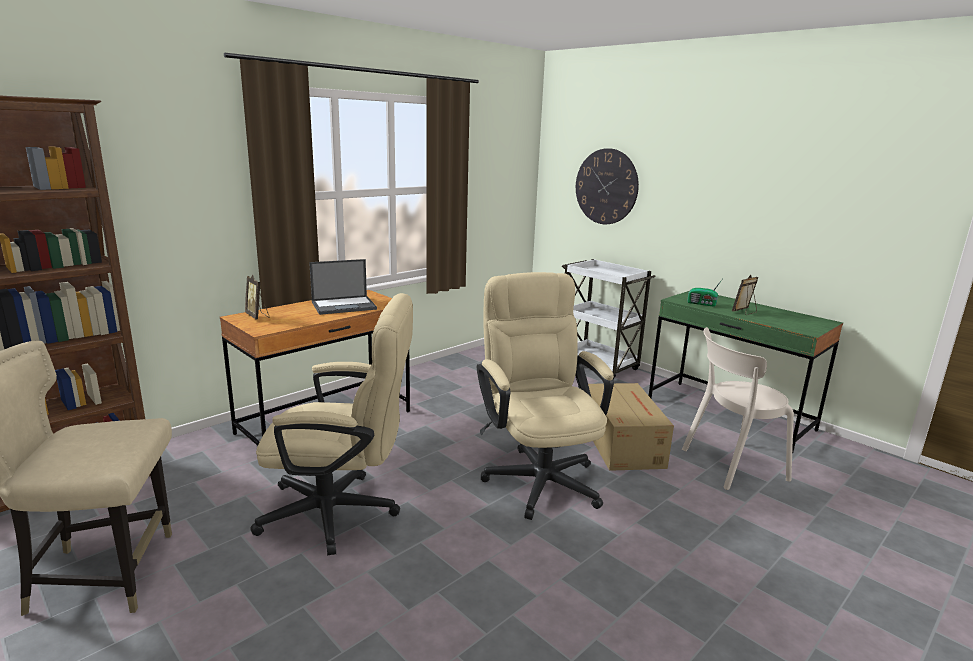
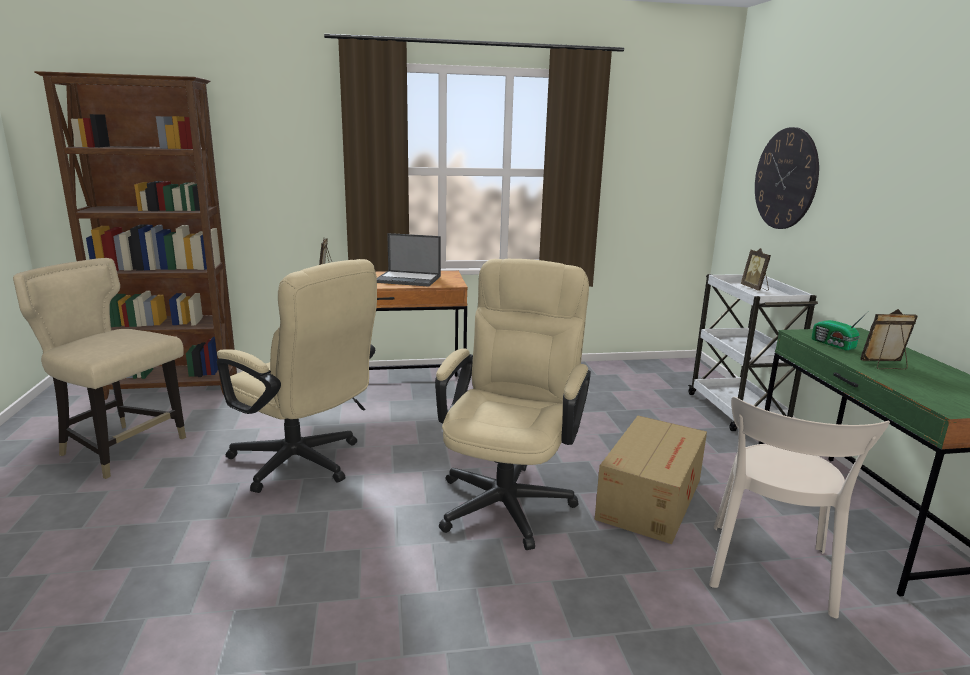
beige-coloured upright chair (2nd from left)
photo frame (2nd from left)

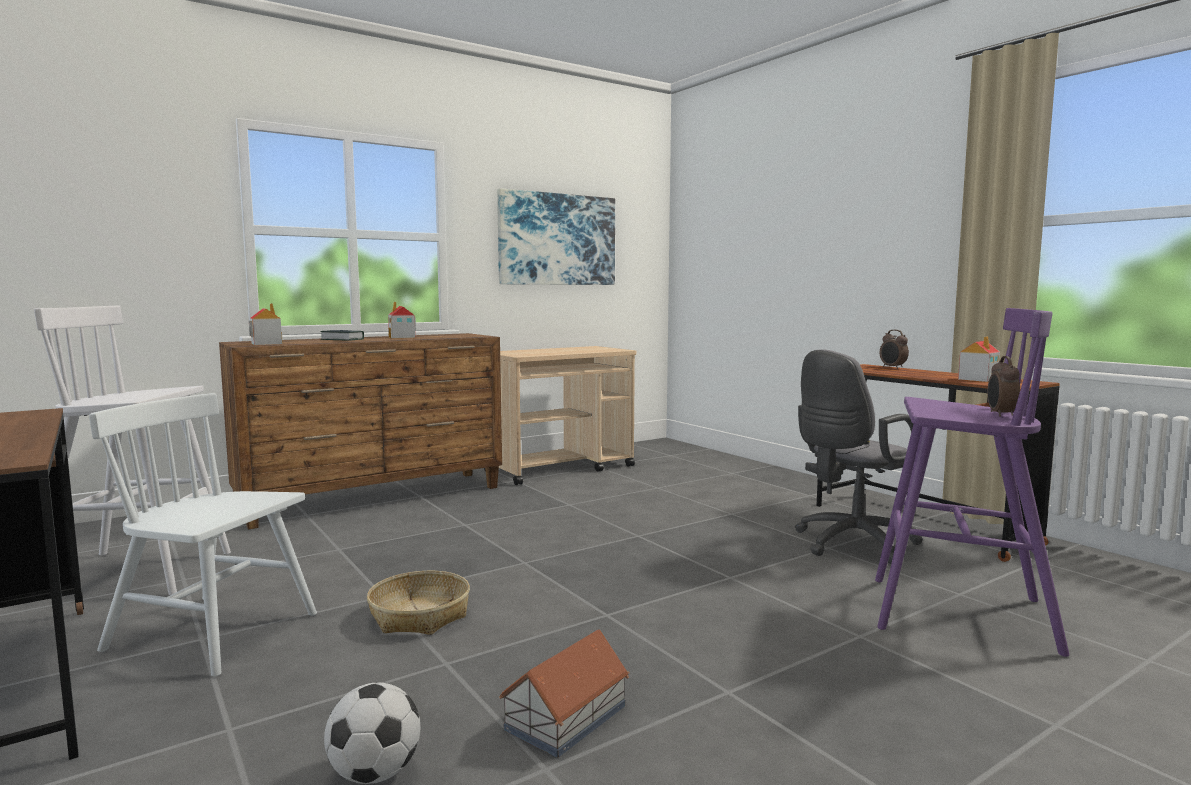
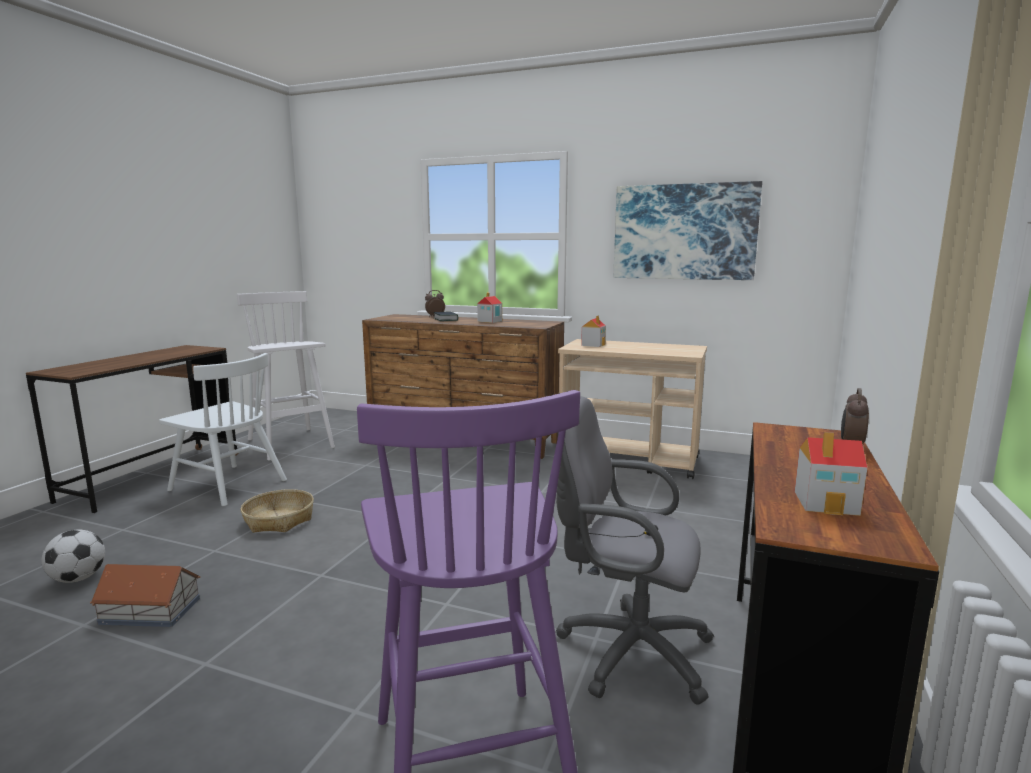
white-coloured upright chair
table clock (1st from left)
miniature house (3rd from left)

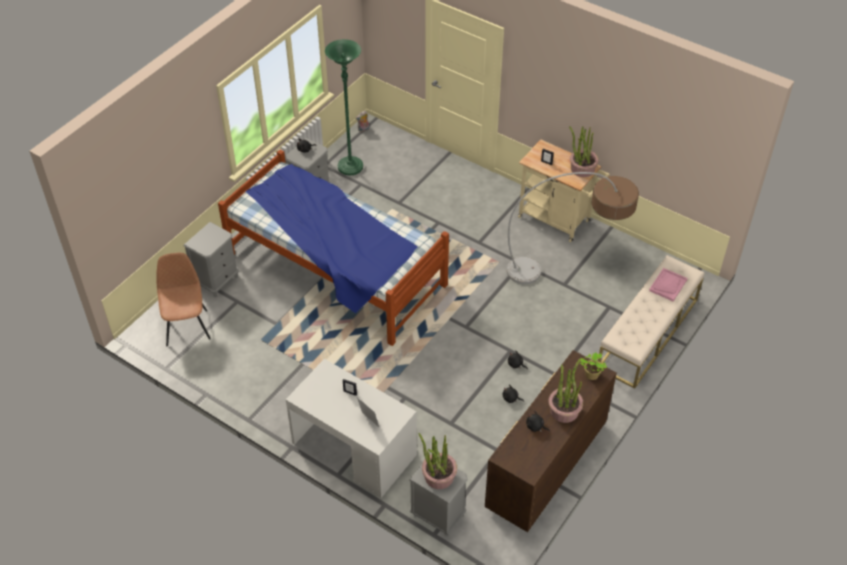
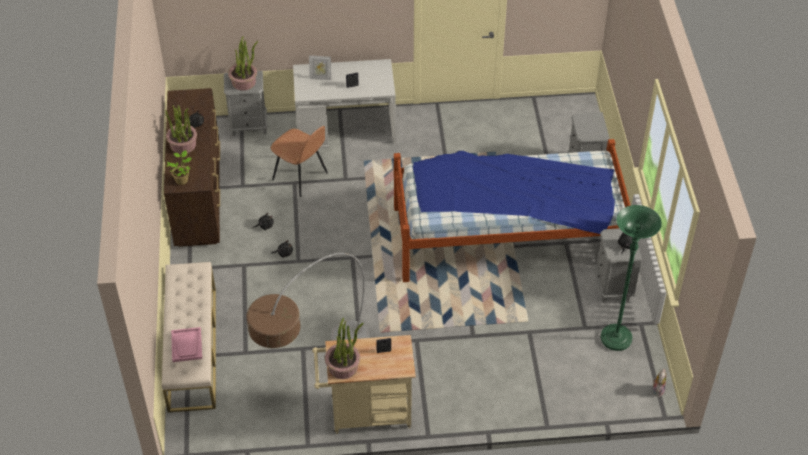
brownish upright chair

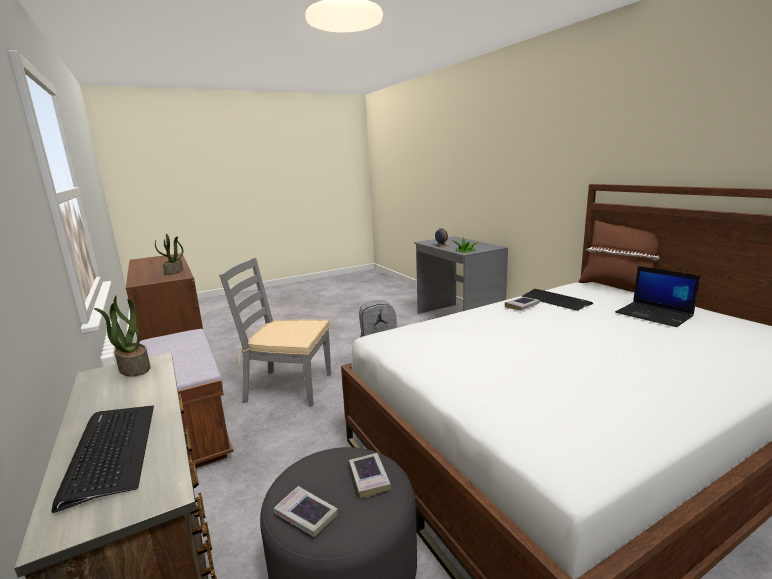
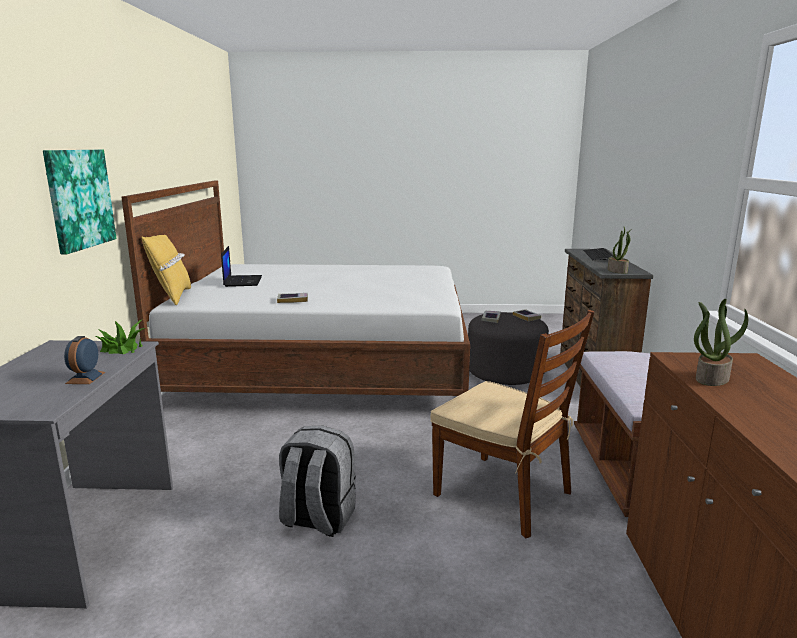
picture
yellow-coloured pillow
brownish upright chair
PC keyboard (2nd from left in the first image)

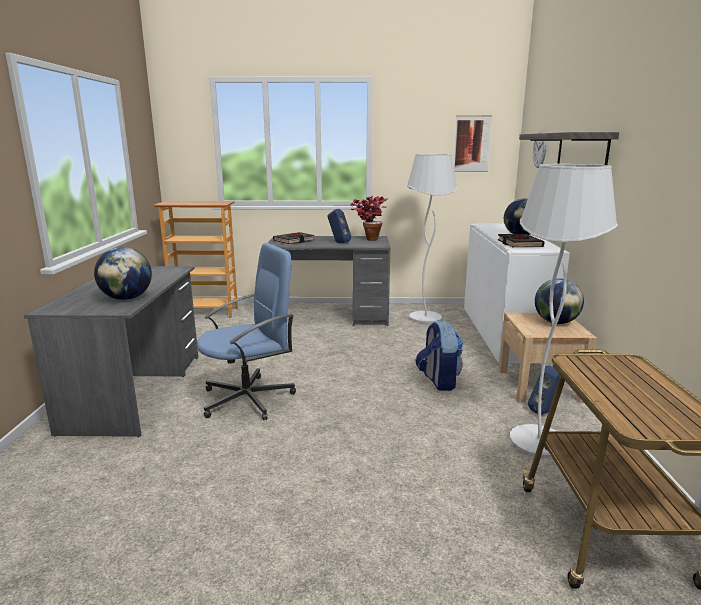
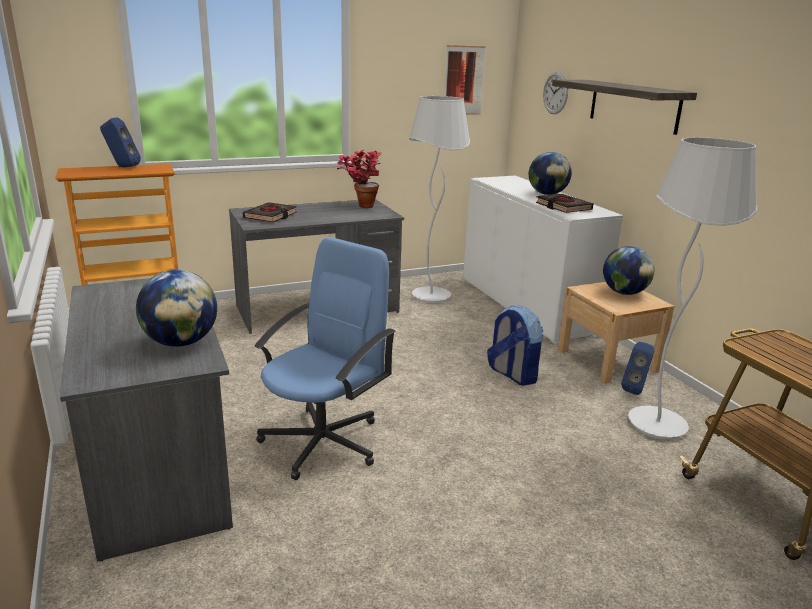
blue audio speaker (1st from left)

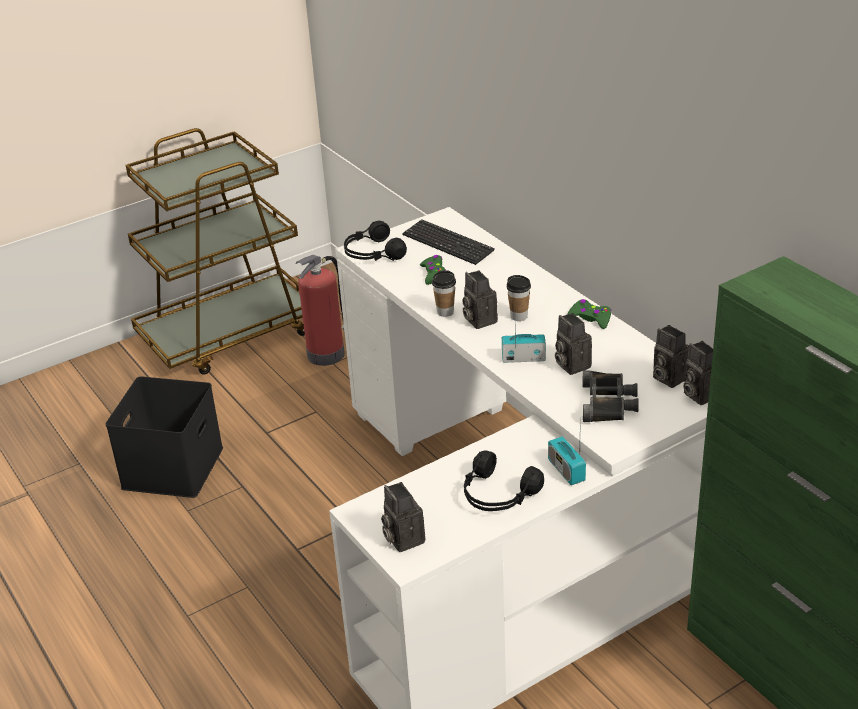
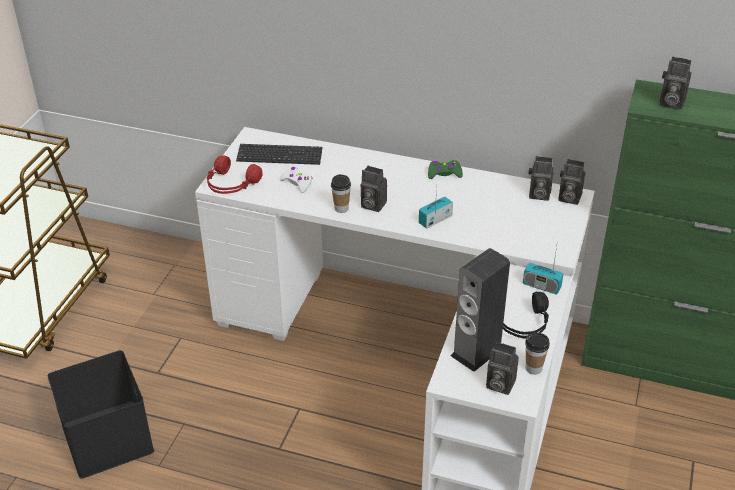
red headphones
white-coloured gamepad
audio speaker
drinking cup (2nd from left)
still camera (5th from left)
fire extinguisher
black binoculars

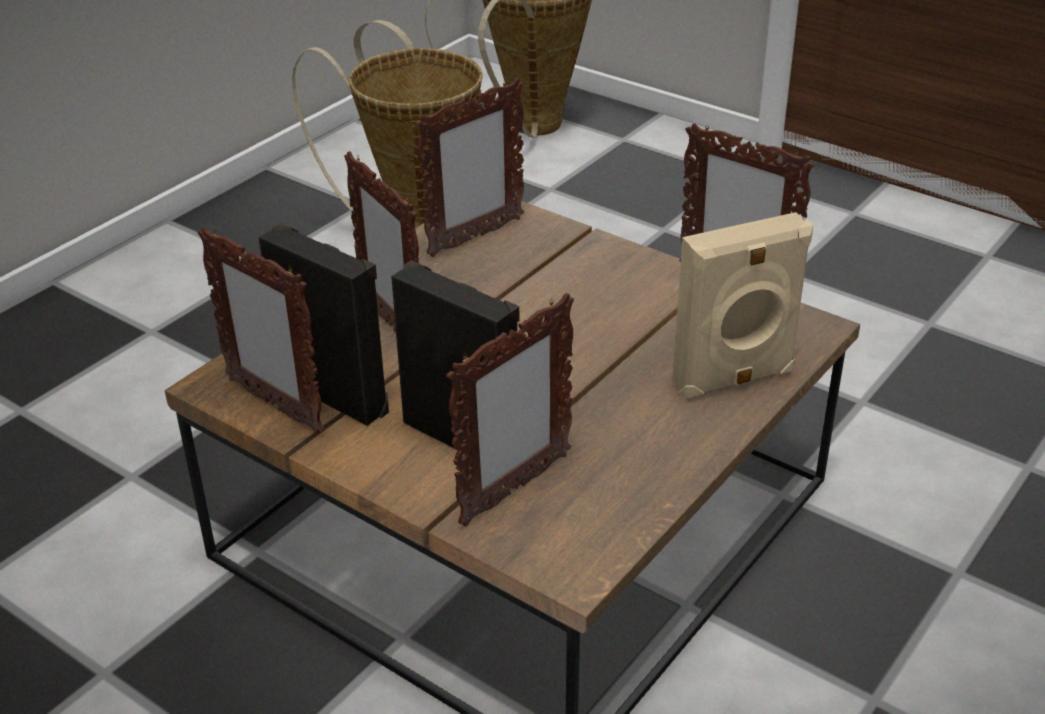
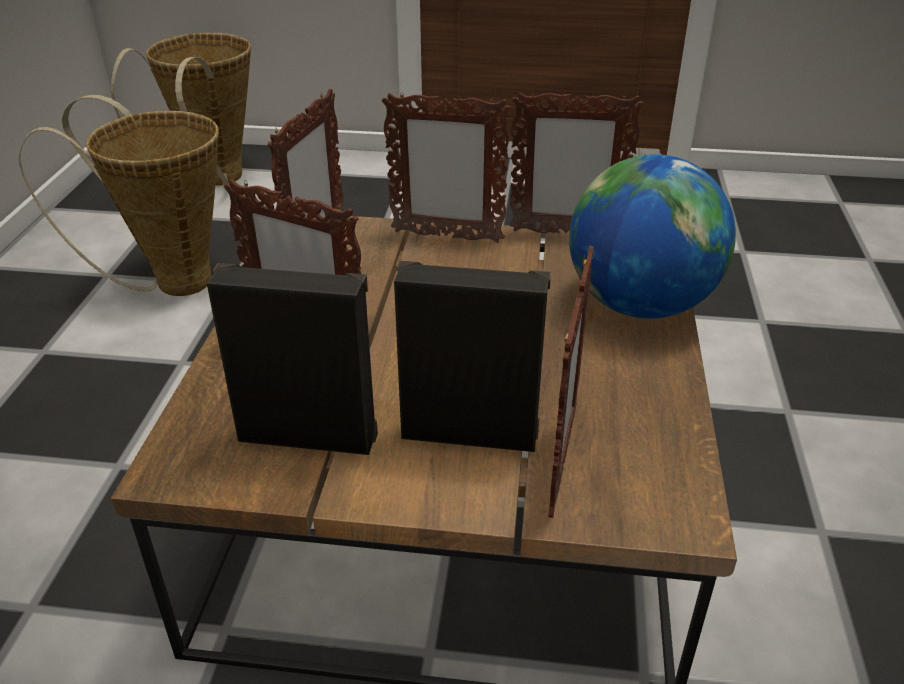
photo frame (3rd from left)
desk globe

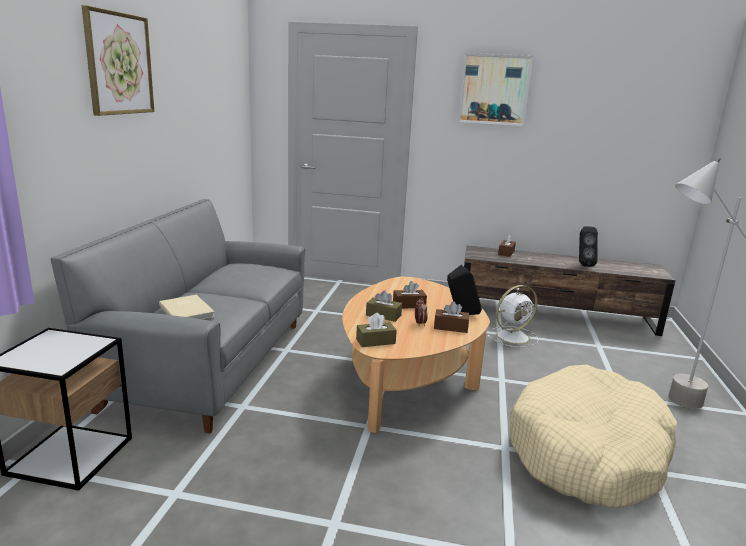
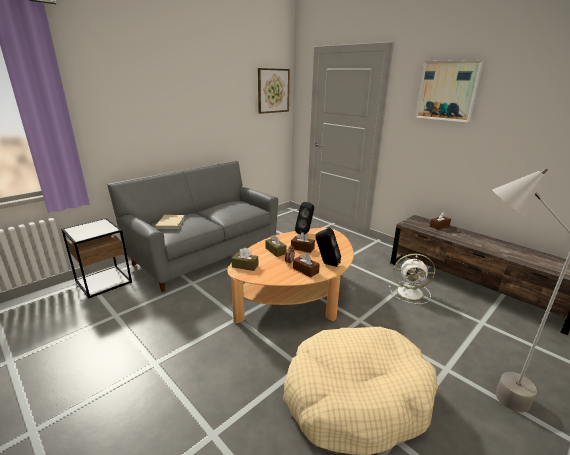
picture (1st from left)
black audio speaker (1st from left)

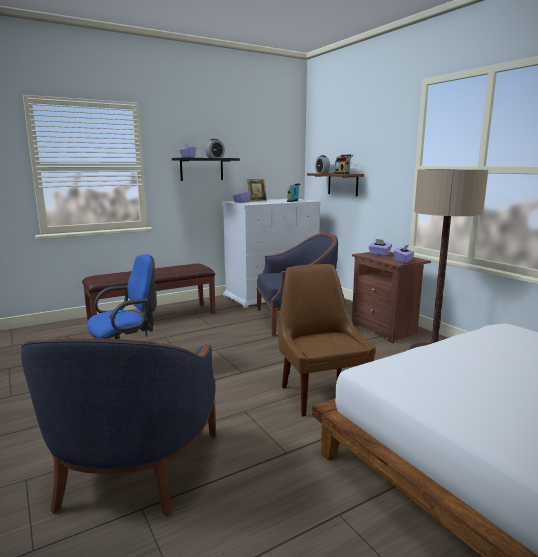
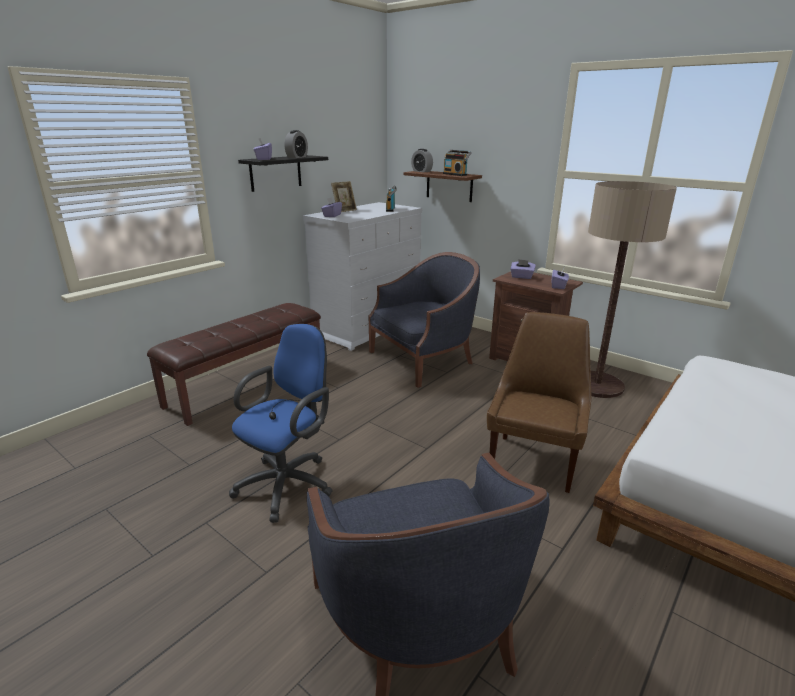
brownish upright chair

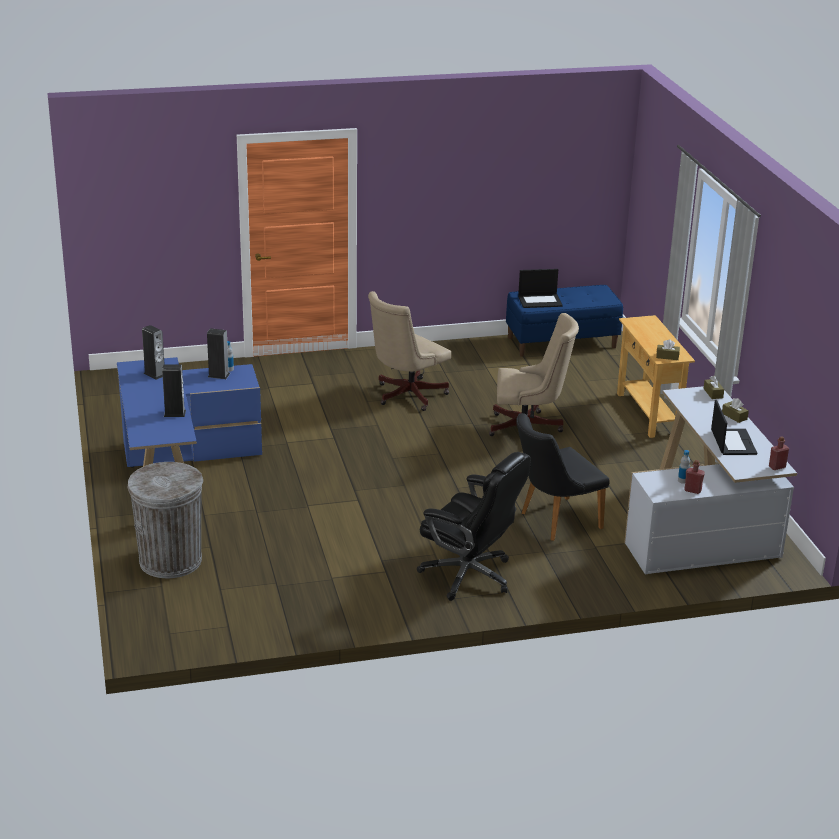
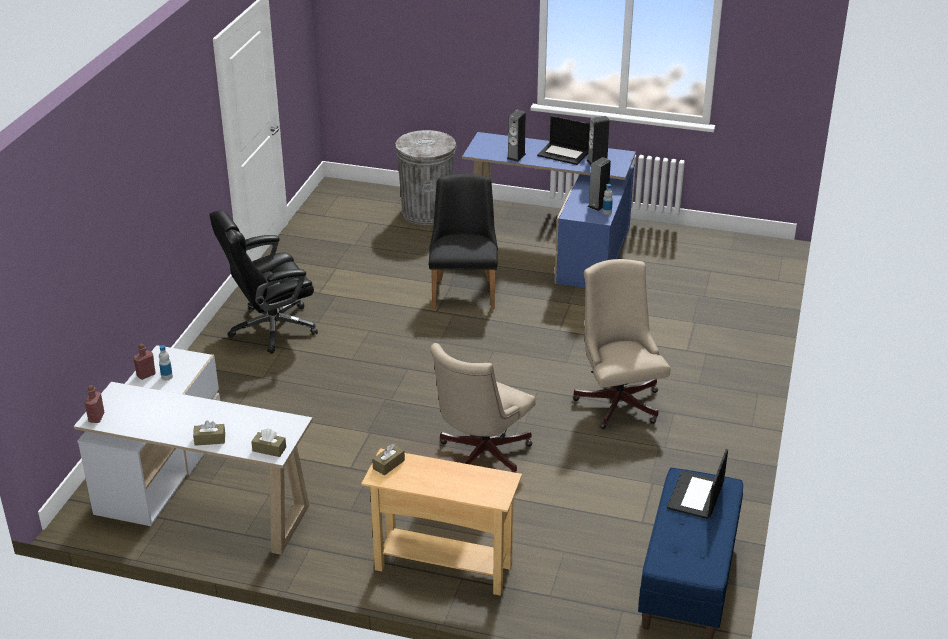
black upright chair
portable computer (1st from left)

